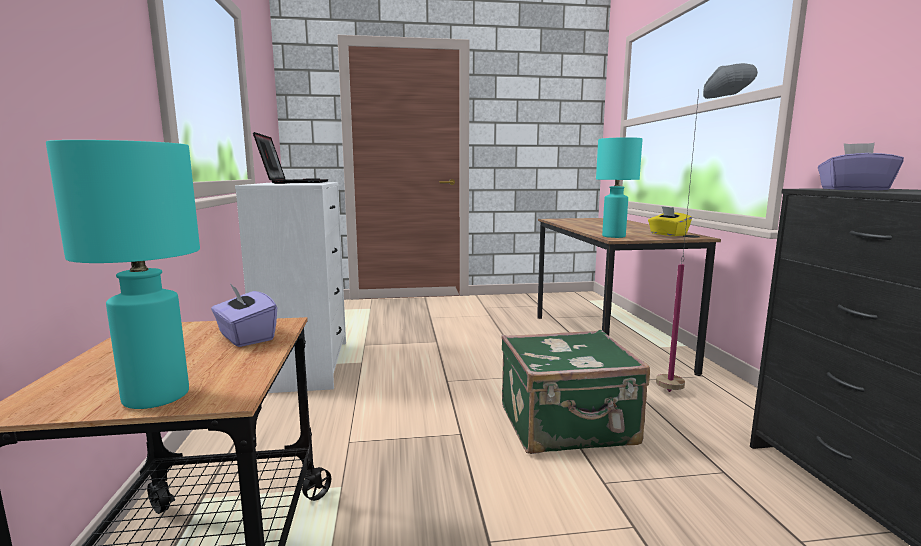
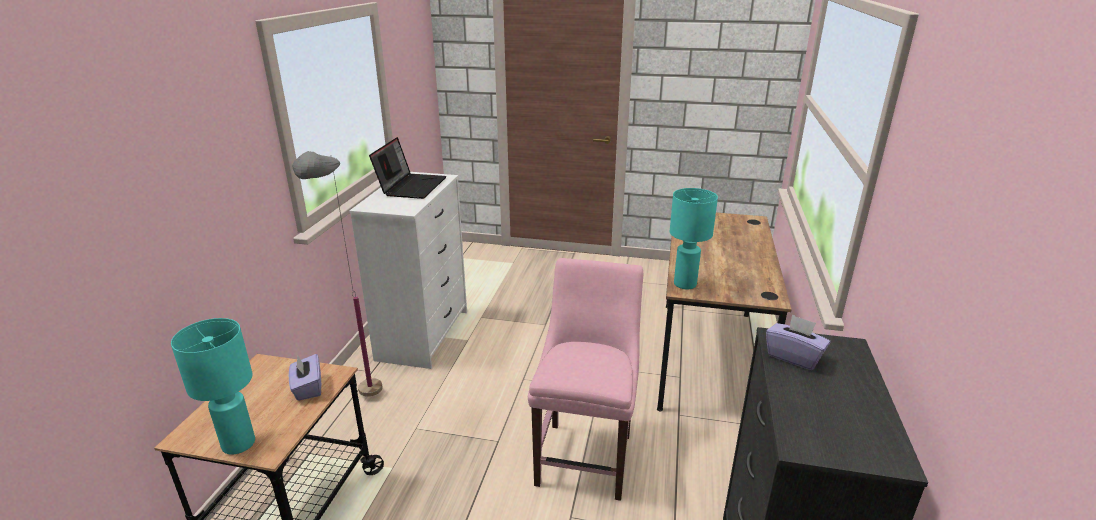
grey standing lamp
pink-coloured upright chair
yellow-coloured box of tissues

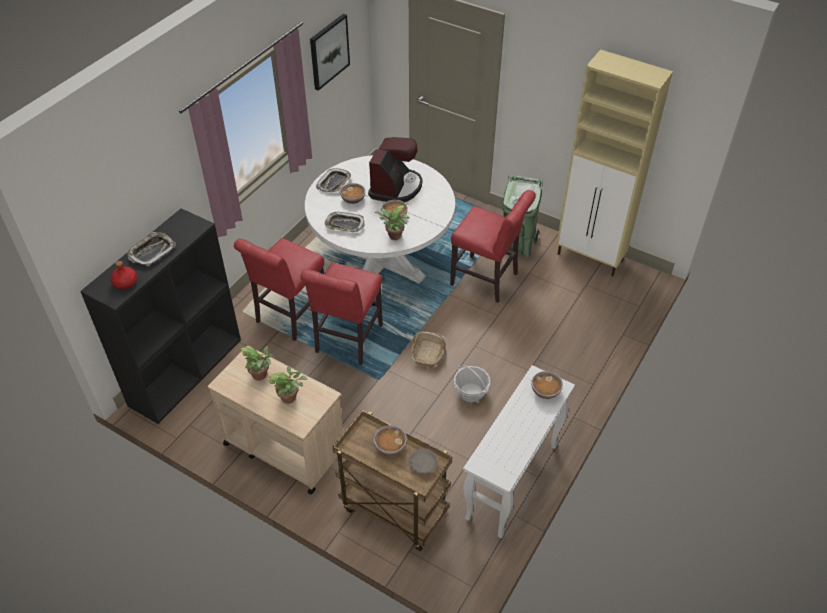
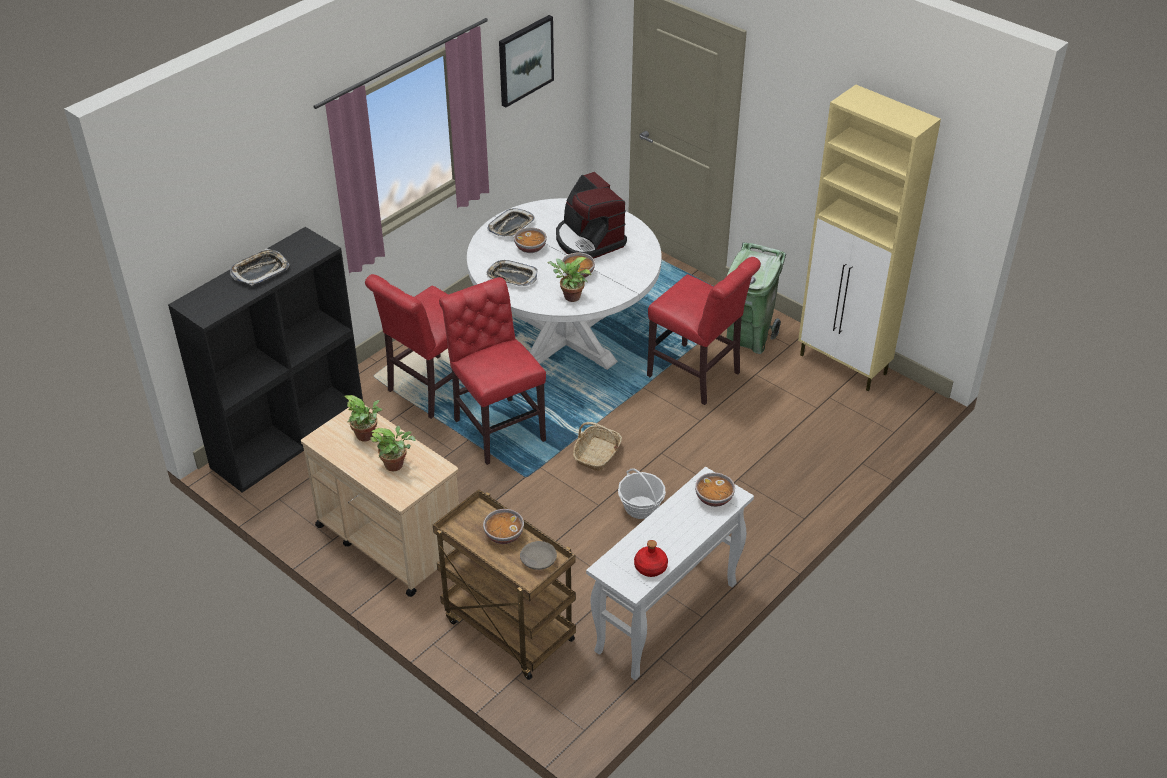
red upright chair (2nd from left)
coffee maker
red bottle

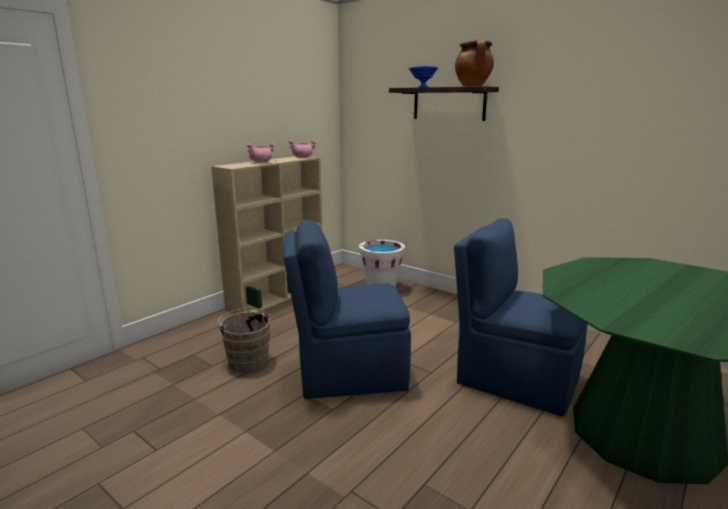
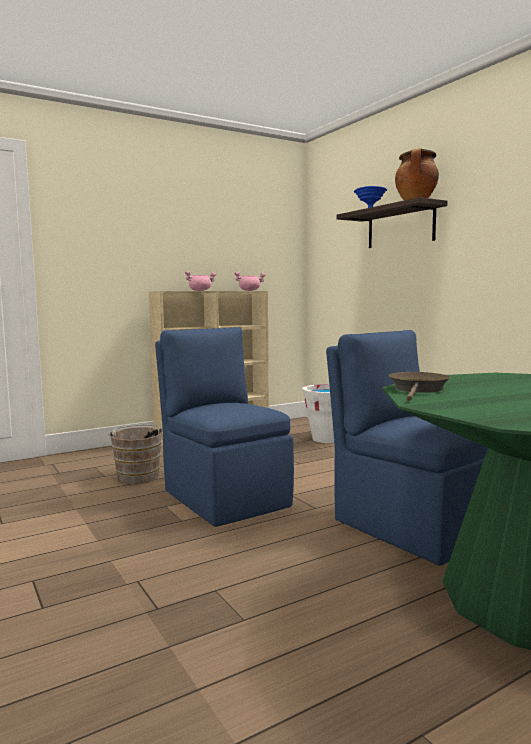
blue upright chair (1st from left)
brownish pan

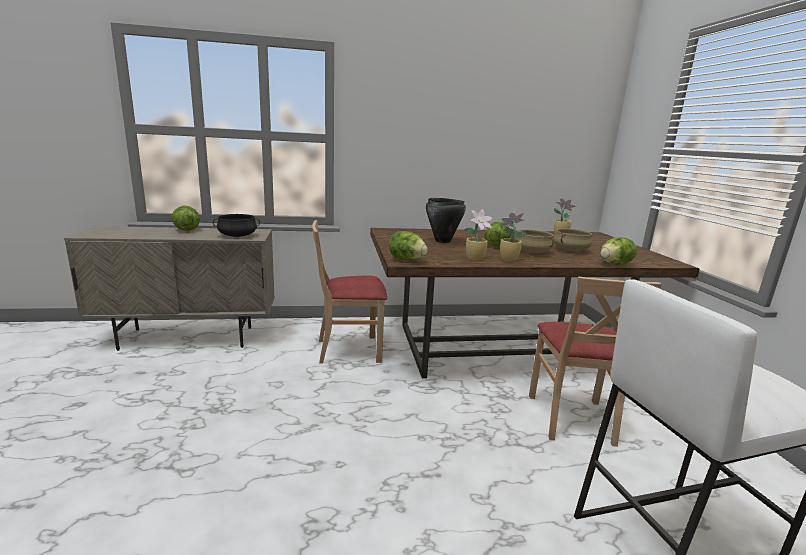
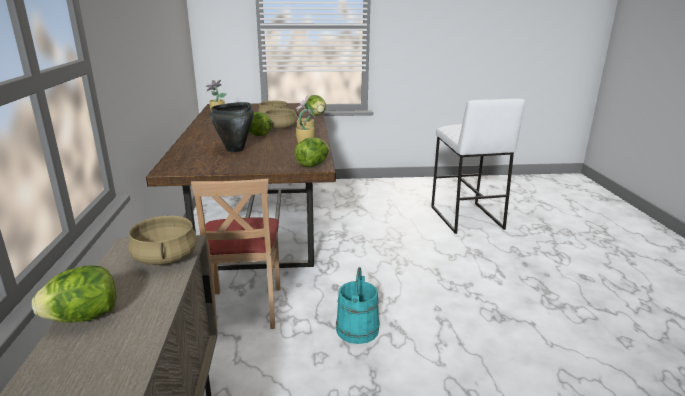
beige-coloured stockpot (1st from left)
turquoise-coloured water bucket
beige-coloured upright chair (2nd from left in the first image)

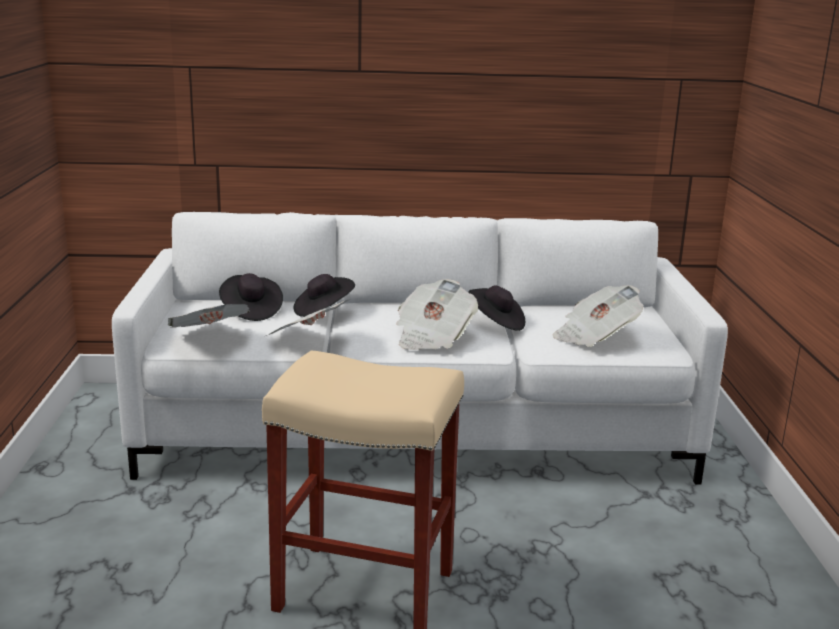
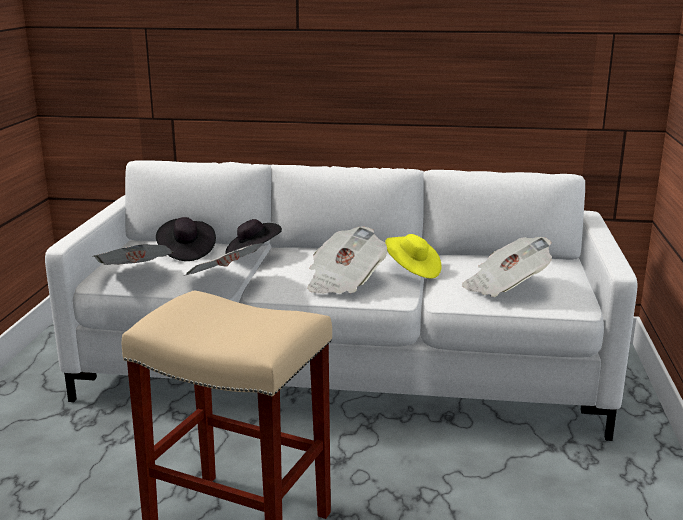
yellow-coloured hat

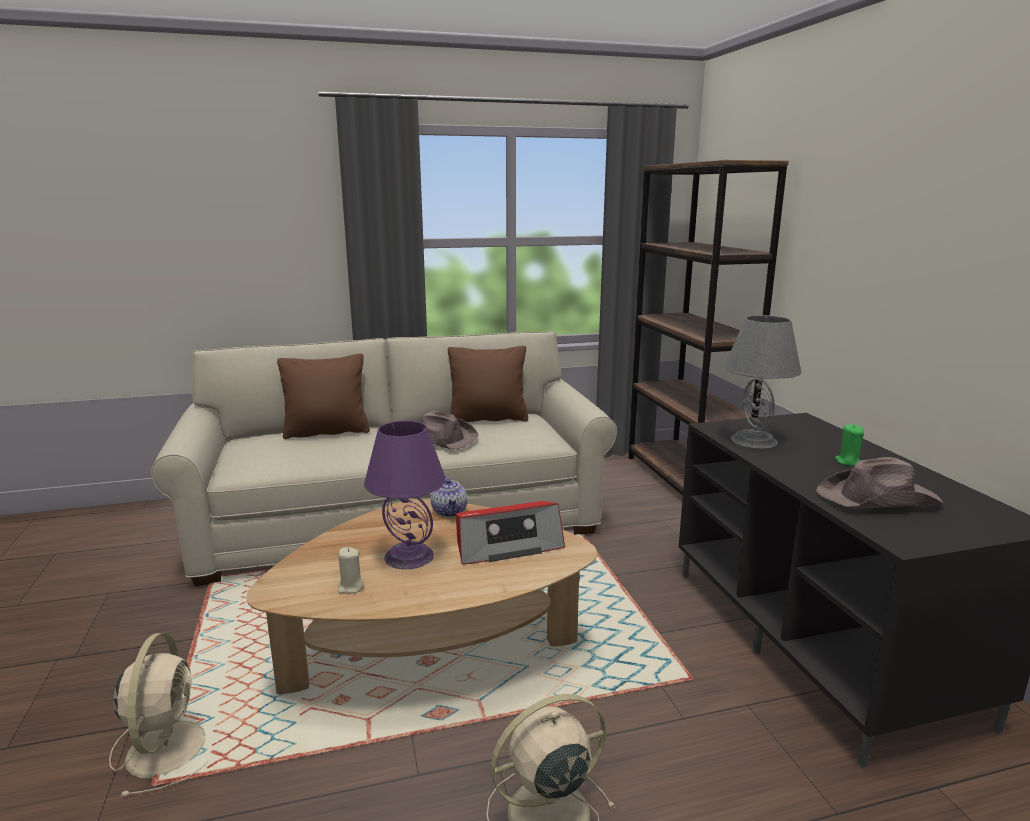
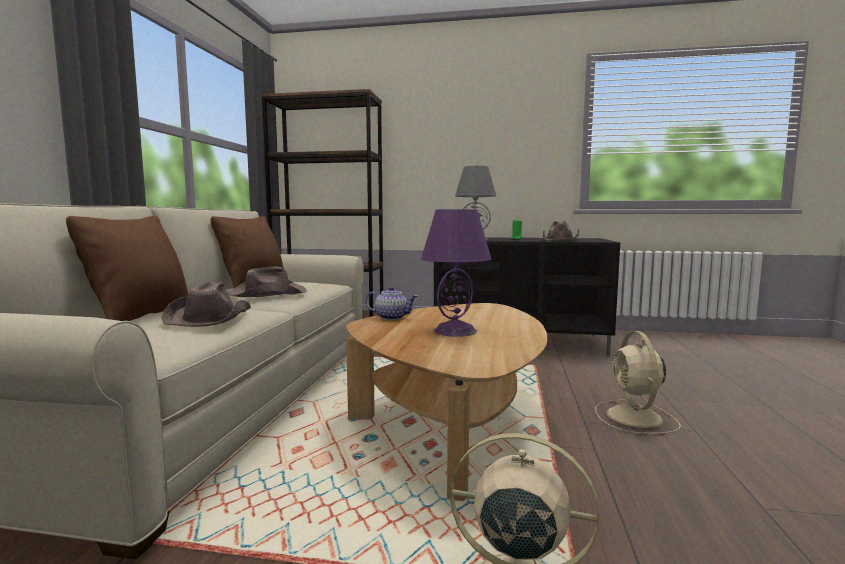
brownish hat (1st from left)
beige-coloured candle
radio set

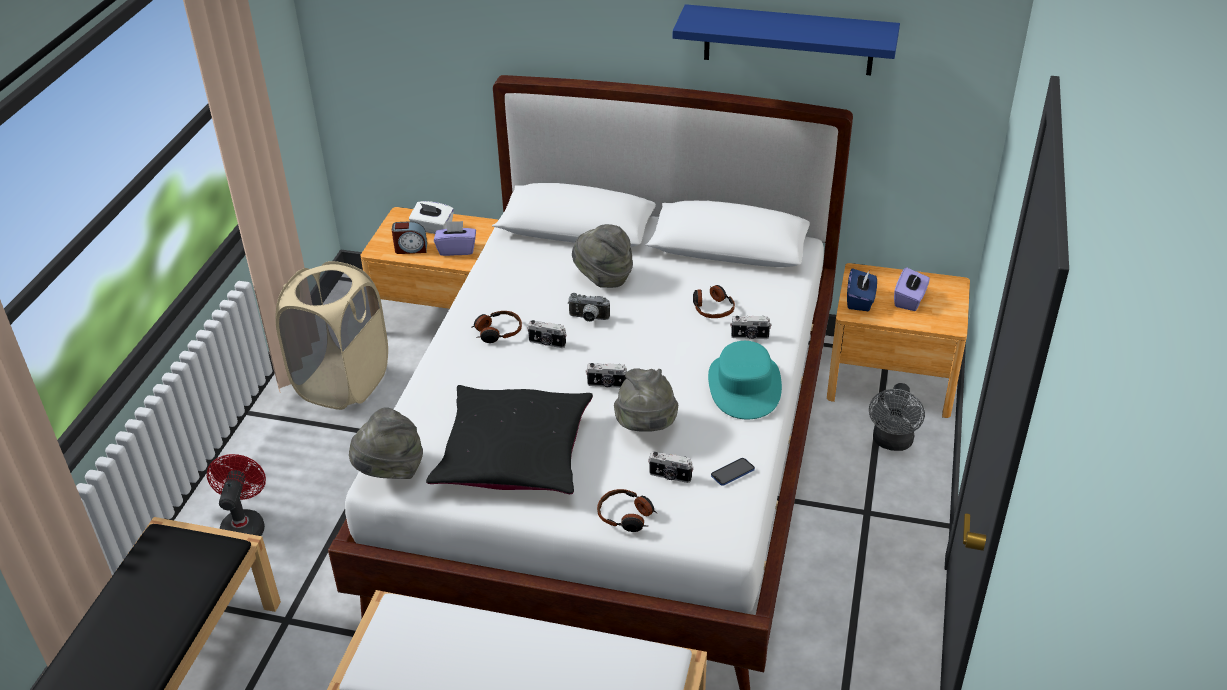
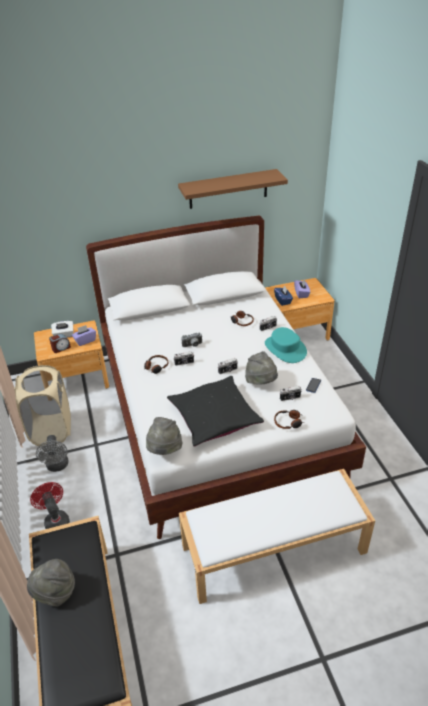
grey hat (1st from left)
grey fan
brownish shelf

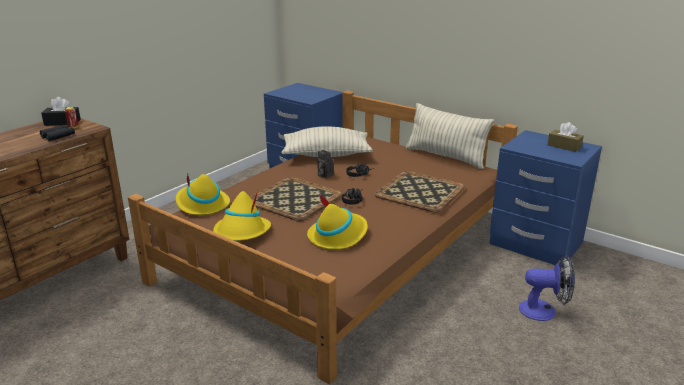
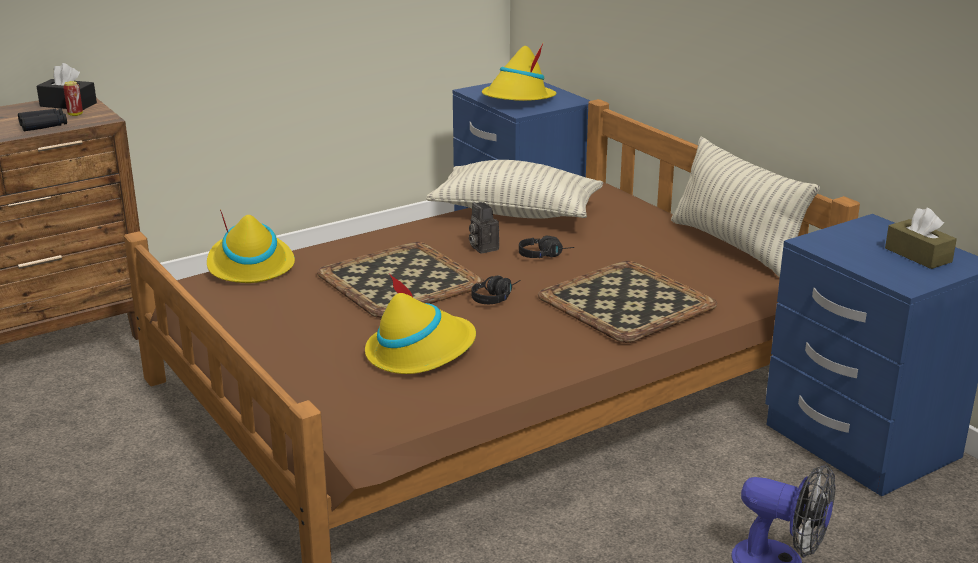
yellow-coloured hat (3rd from left)

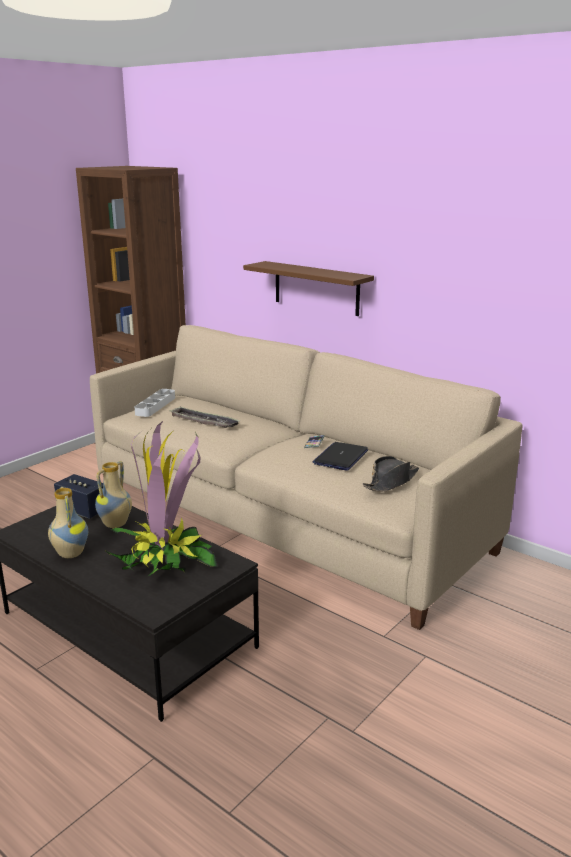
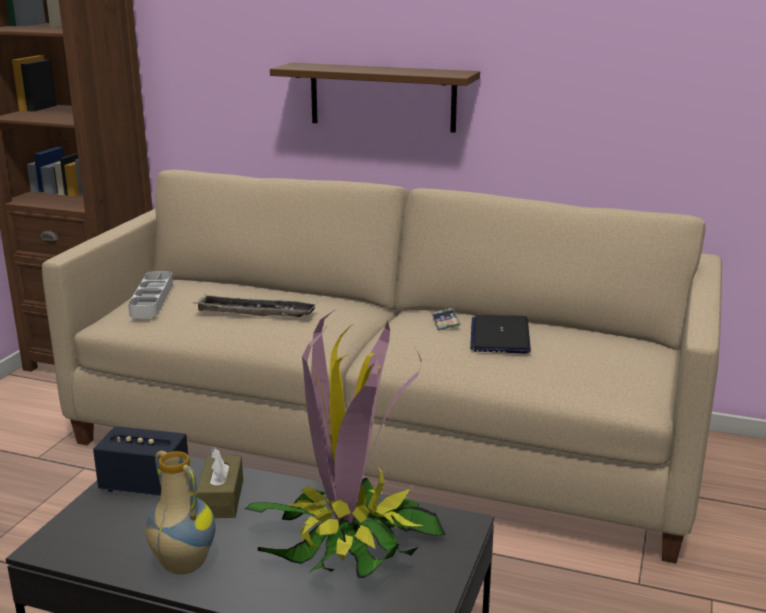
brownish box of tissues
black hat

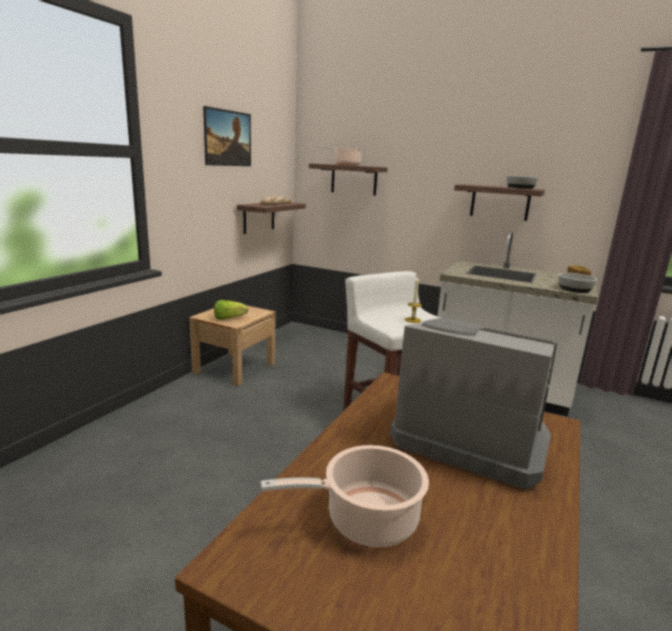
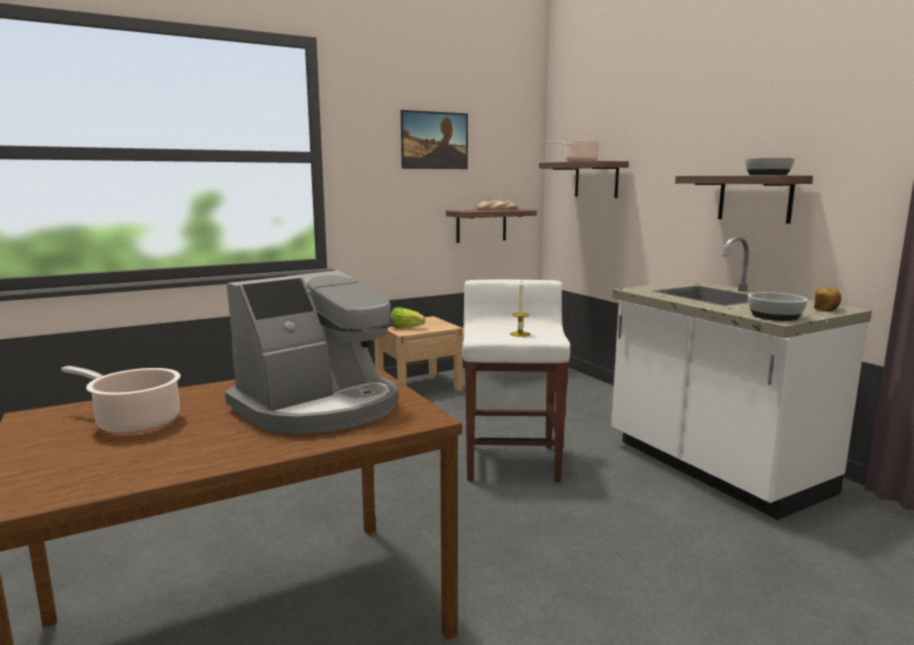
coffee maker

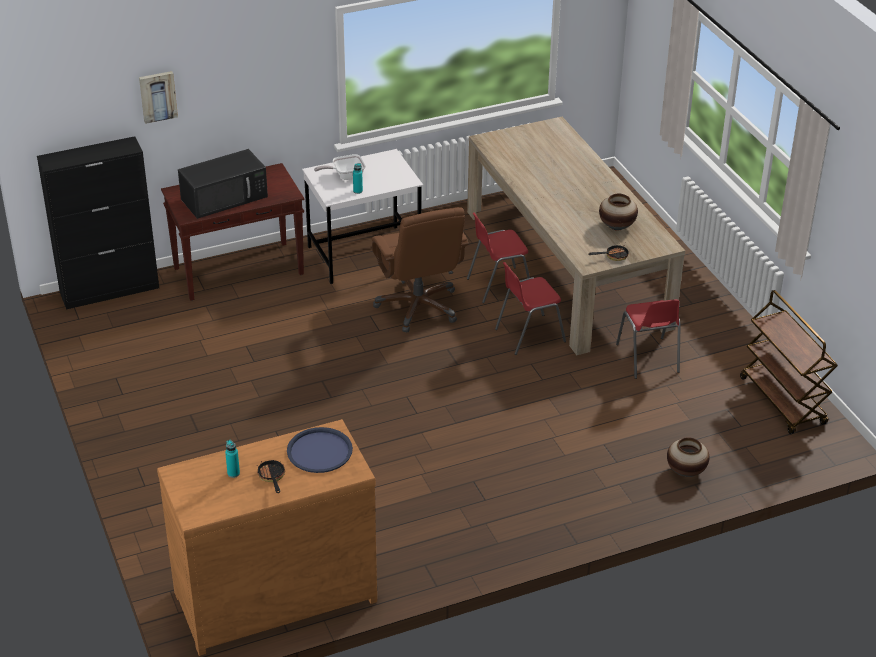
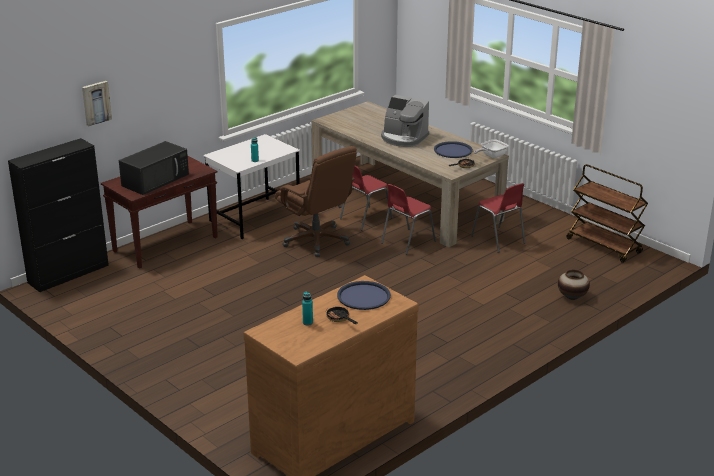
coffee maker
blue serving tray (2nd from left)
pan (3rd from left)

